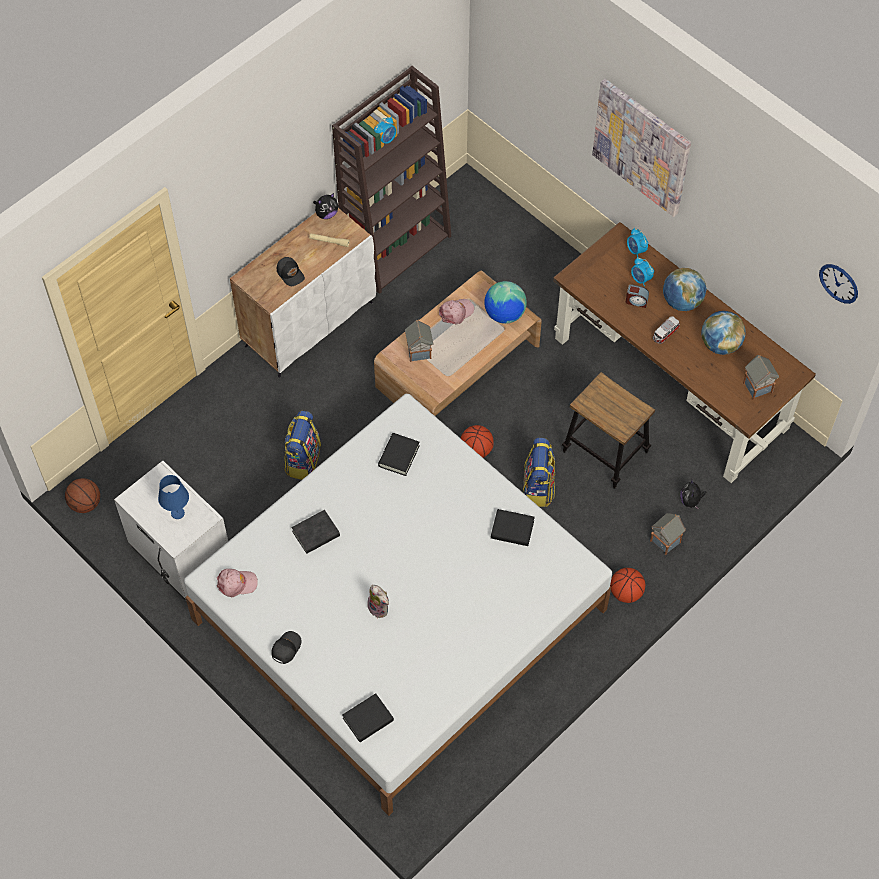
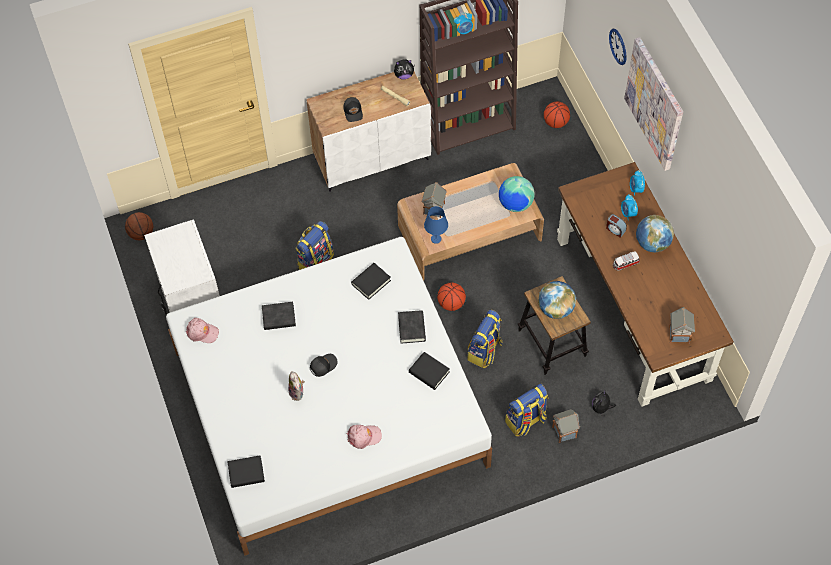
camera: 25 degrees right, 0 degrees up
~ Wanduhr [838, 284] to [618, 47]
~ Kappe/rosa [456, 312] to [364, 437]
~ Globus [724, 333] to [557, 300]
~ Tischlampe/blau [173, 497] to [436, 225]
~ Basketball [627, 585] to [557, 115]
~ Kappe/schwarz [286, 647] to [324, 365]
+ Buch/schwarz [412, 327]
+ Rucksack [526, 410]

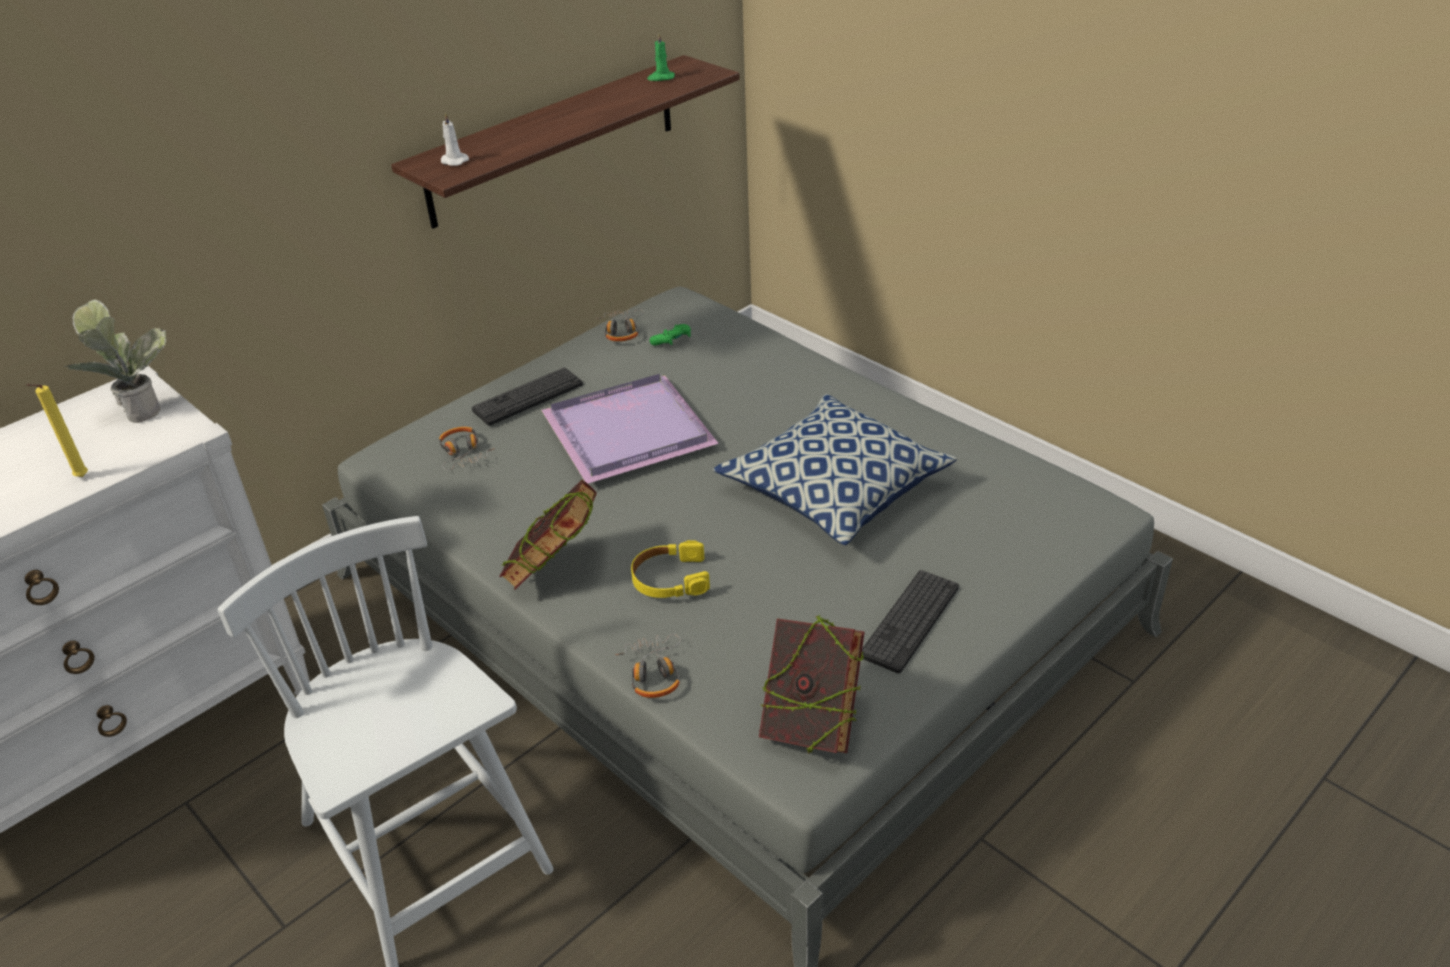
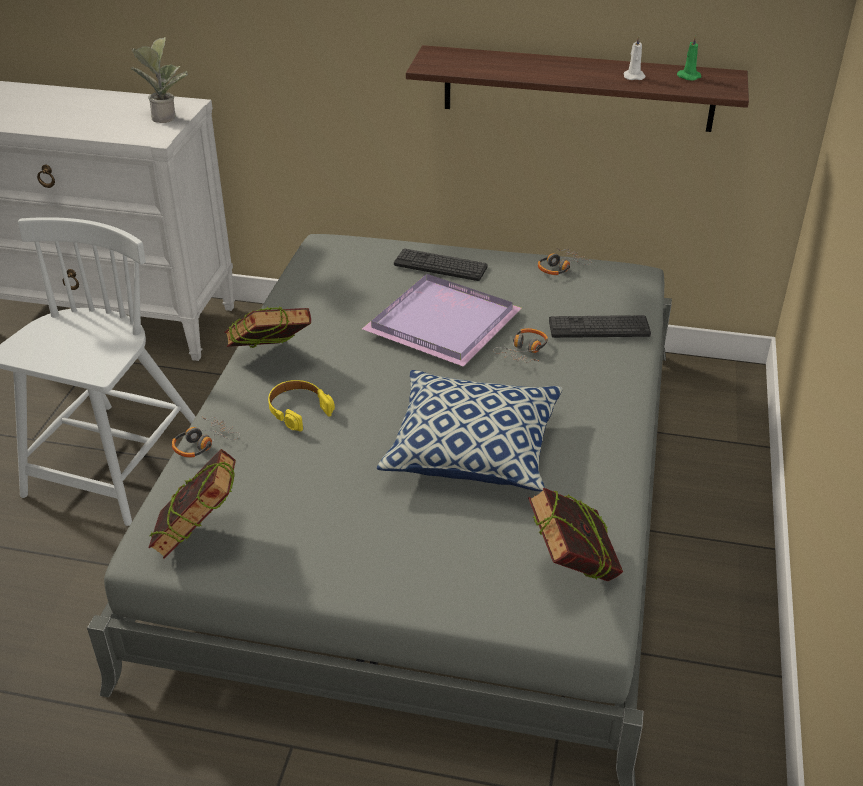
camera: 55 degrees right, 0 degrees up
~ Kerze/weiß [455, 139] to [634, 57]
- Gamepad/grün [670, 335]
- Kerze/gelb [57, 430]
~ Kopfhörer [467, 448] to [520, 345]
~ Tastatur [910, 622] to [600, 326]
+ Buch [575, 534]

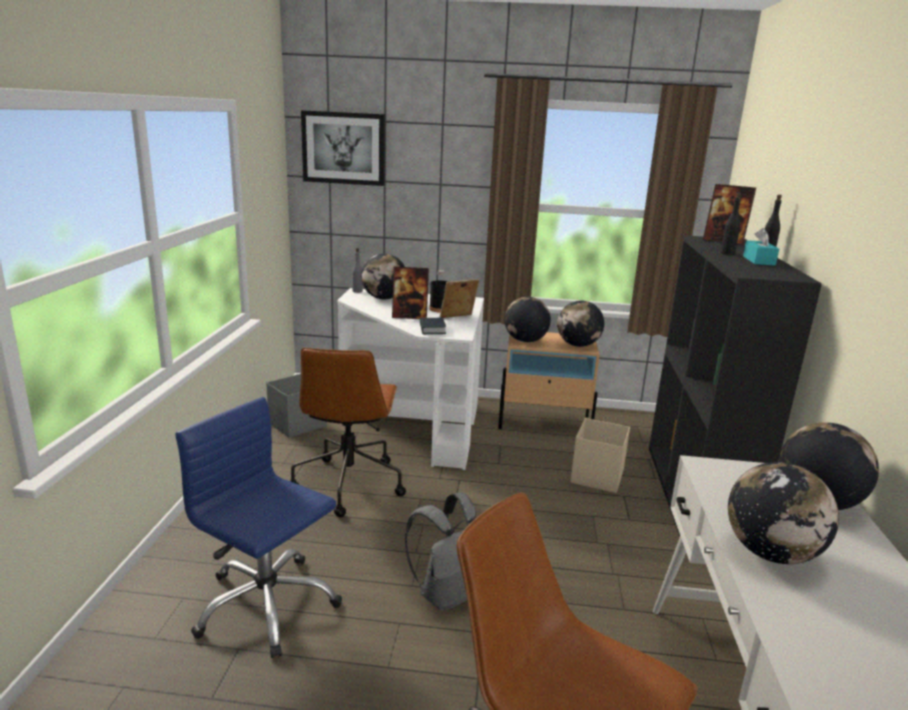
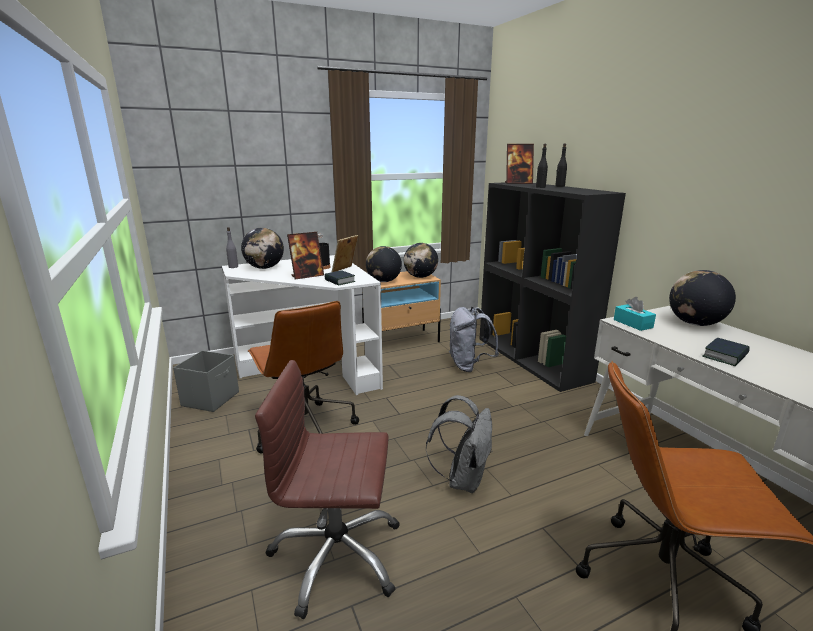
camera: 30 degrees left, 0 degrees up
- Bild [343, 148]
~ Taschentuchbox/türkis [761, 247] to [635, 314]
~ Bürostuhl/blau [259, 527] to Bürostuhl/braun [327, 489]
~ Aufbewahrungsbox/beige [600, 455] to Rucksack/grau [474, 339]
~ Globus [783, 513] to Buch [726, 352]

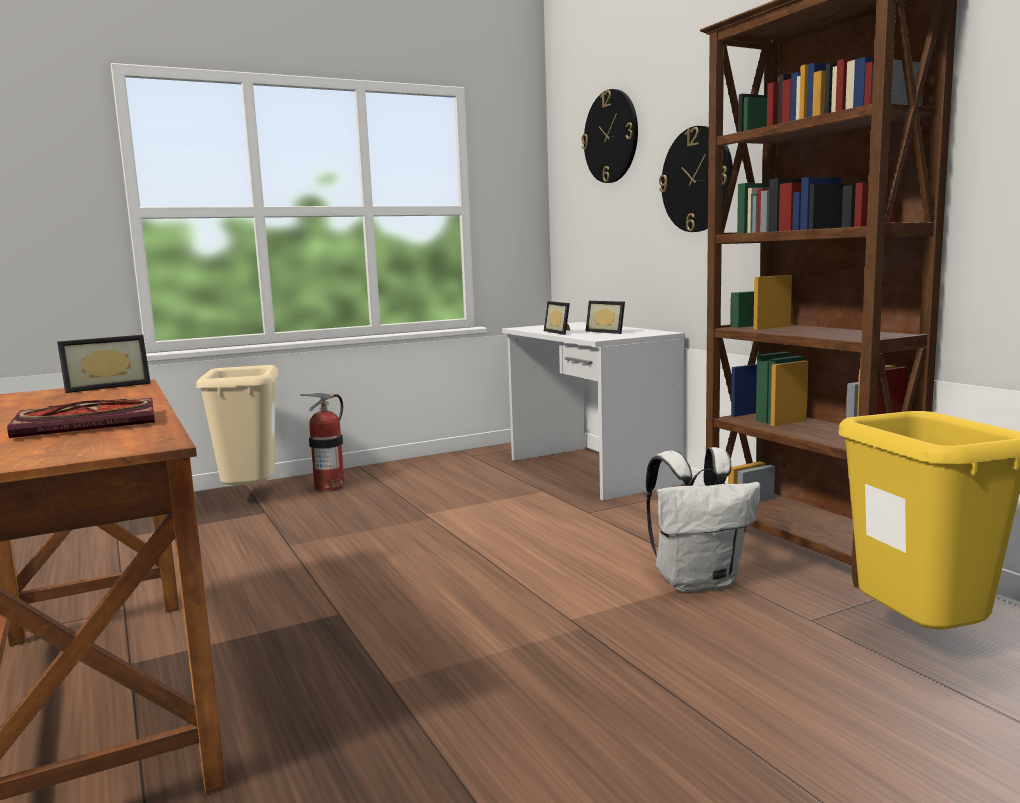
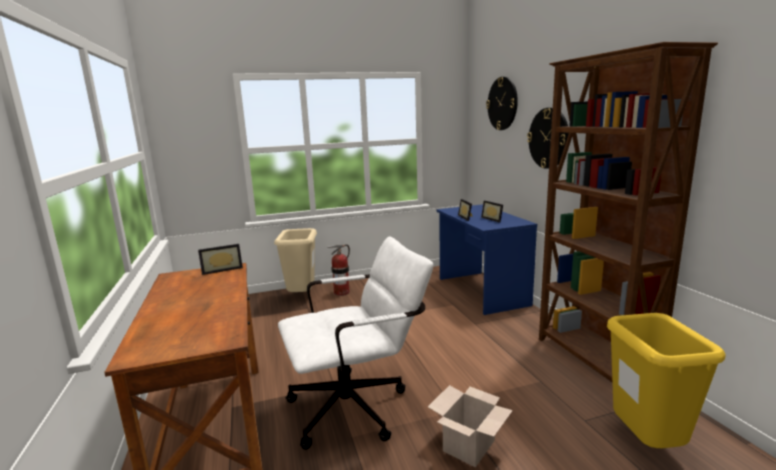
camera: 10 degrees right, 5 degrees up
~ Schreibtisch/weiß [593, 411] to Schreibtisch/blau [487, 259]
- Buch [81, 418]
- Rucksack/weiß [703, 519]
+ Bürostuhl/weiß [355, 343]
+ Karton [470, 426]

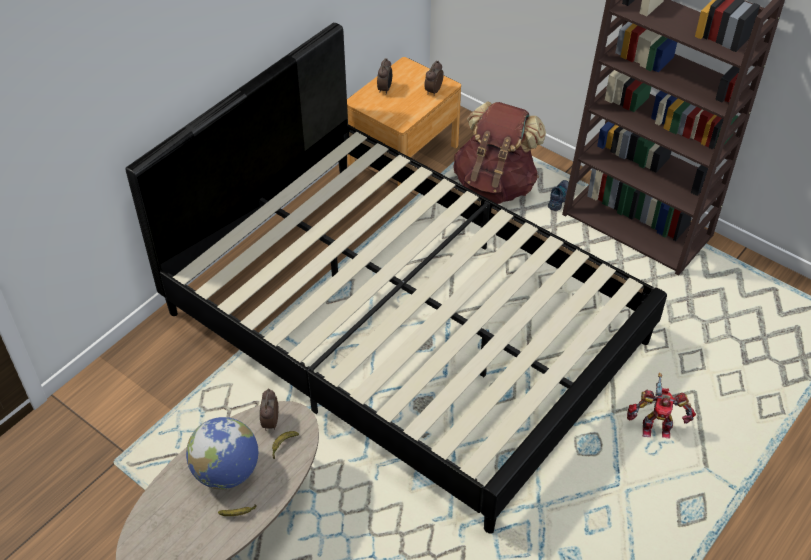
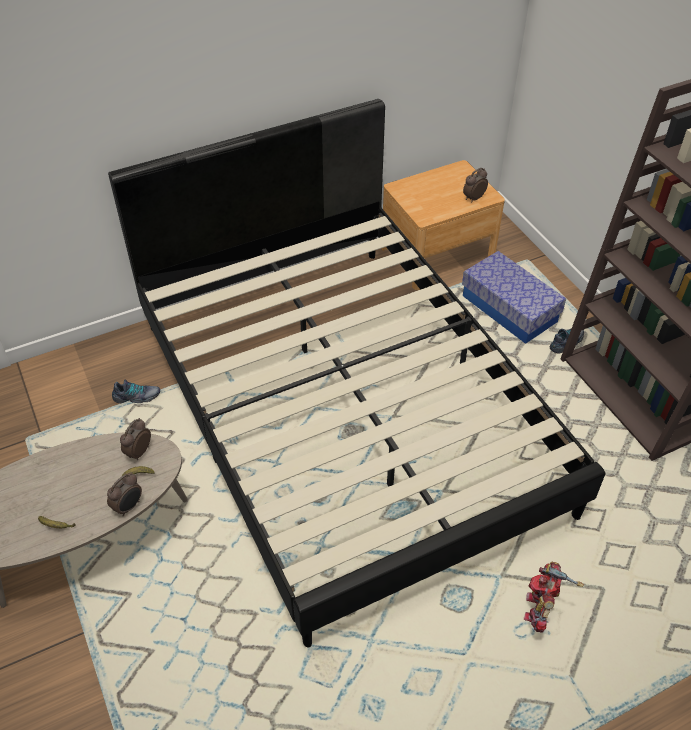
camera: 25 degrees right, 0 degrees up
~ Wecker [384, 76] to [124, 495]
~ Rucksack/braun [499, 152] to Aufbewahrungsbox [514, 297]
~ Spielzeugroboter [661, 406] = [554, 597] 75 degrees clockwise
- Globus [222, 453]
+ Schuh [136, 391]

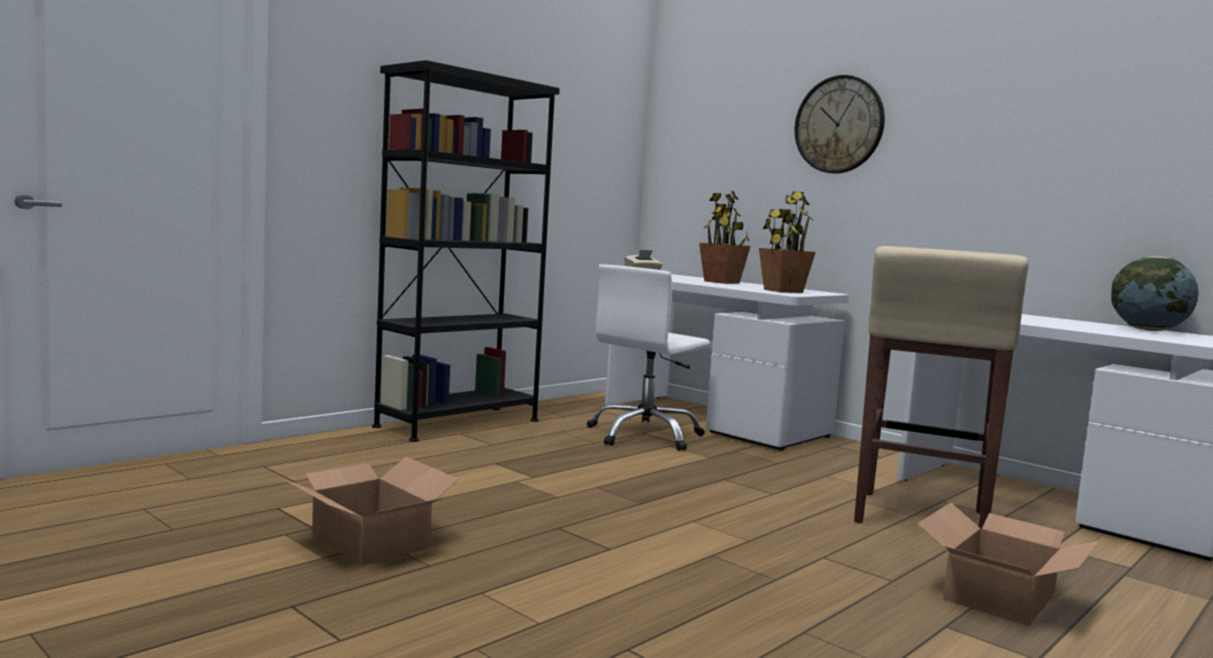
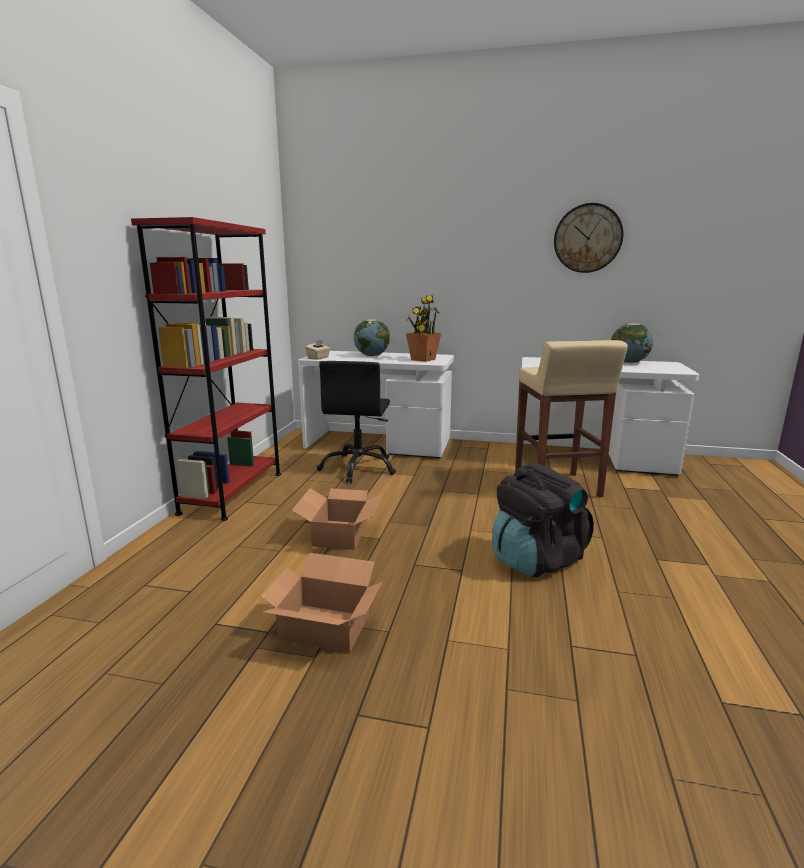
camera: 30 degrees left, 10 degrees up
~ Bücherregal/schwarz [466, 251] to Bücherregal/rot [206, 369]
~ Wanduhr [840, 124] to [588, 238]
~ Topfpflanze [725, 237] to Globus [372, 337]
~ Bürostuhl/weiß [648, 358] to Bürostuhl/schwarz [356, 422]
~ Karton [1008, 564] to [338, 519]
+ Rucksack/schwarz [543, 520]

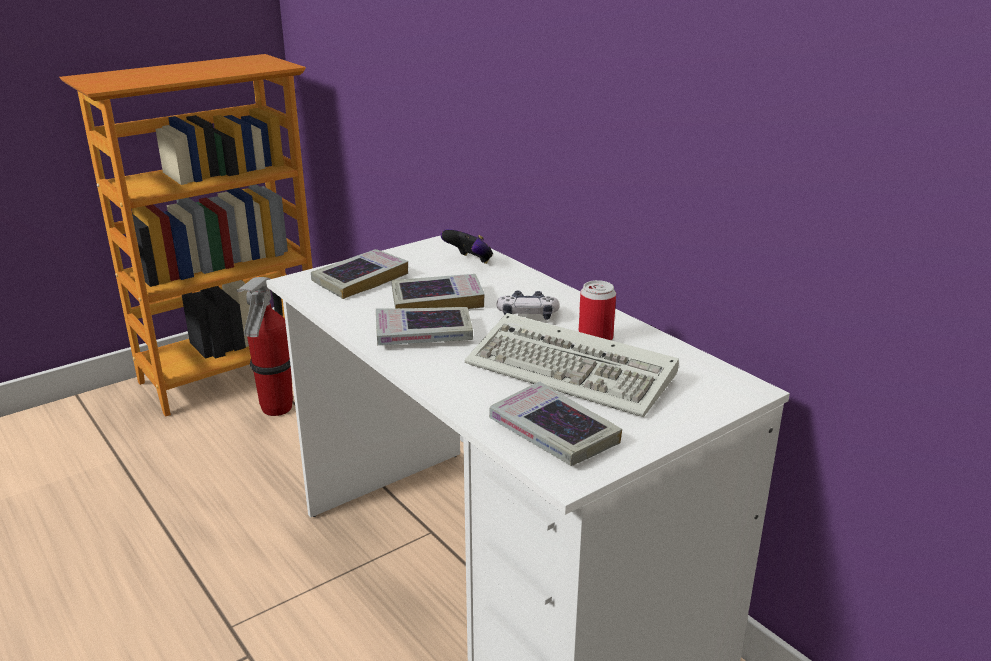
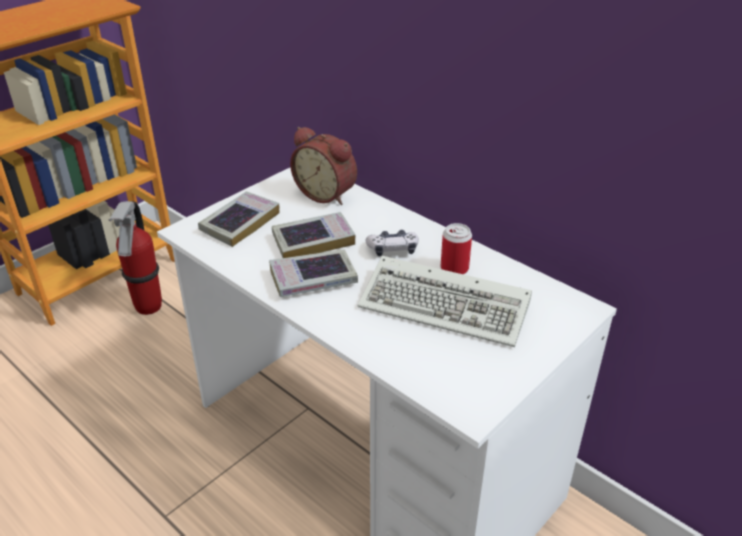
camera: 10 degrees left, 10 degrees up
~ Gamepad [466, 246] to Wecker [323, 166]
- Buch [555, 424]

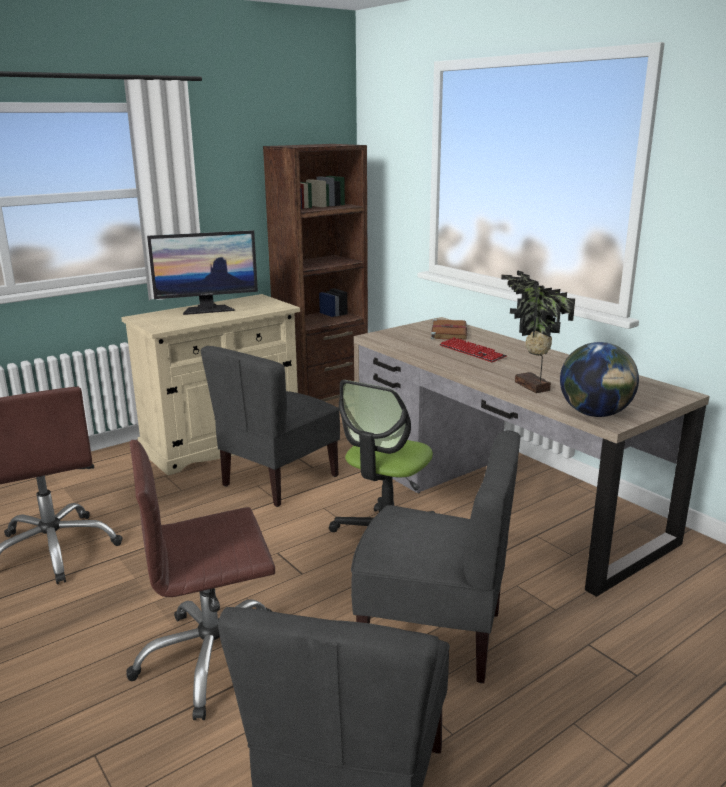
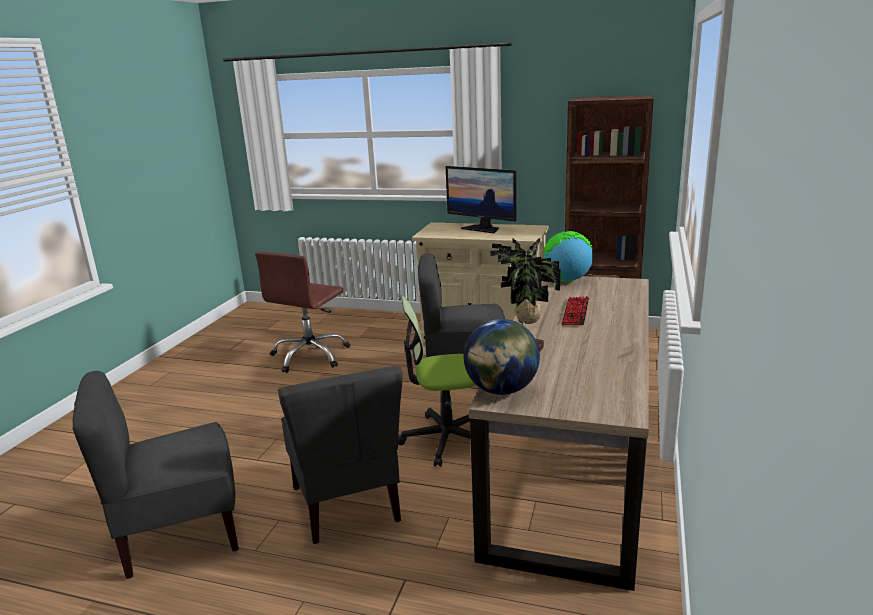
camera: 55 degrees right, 0 degrees up
- Buch/braun [449, 329]
- Bürostuhl/braun [200, 580]
+ Globus [568, 256]

